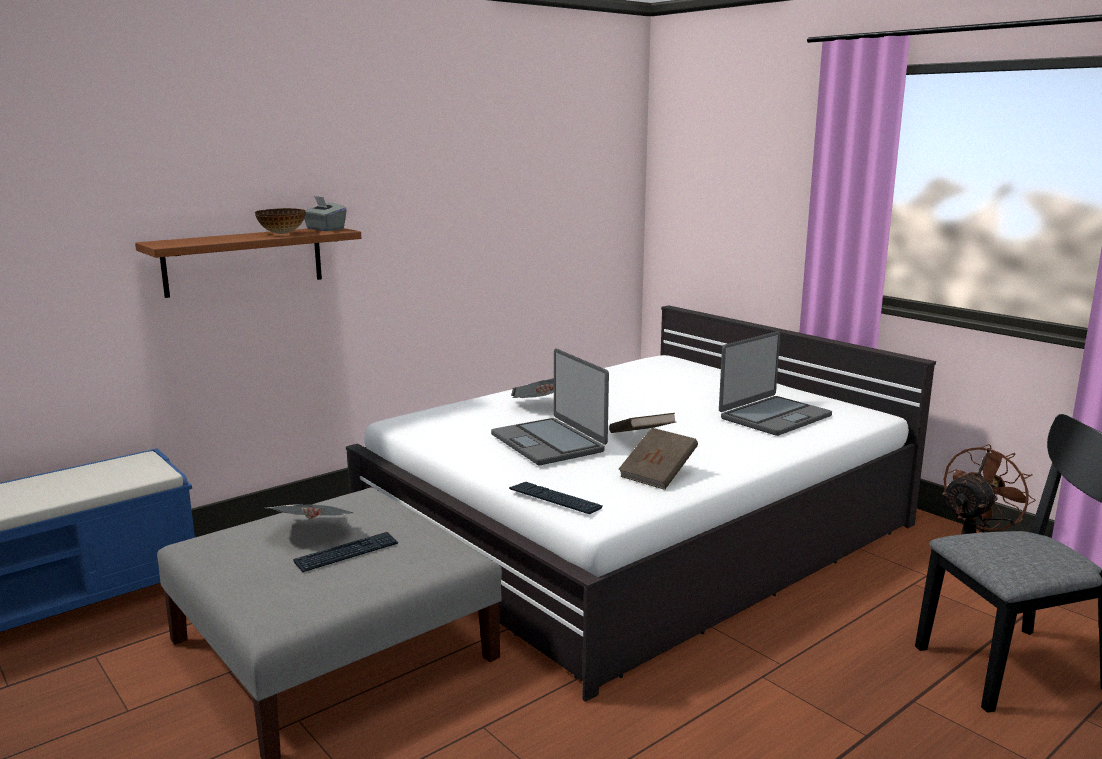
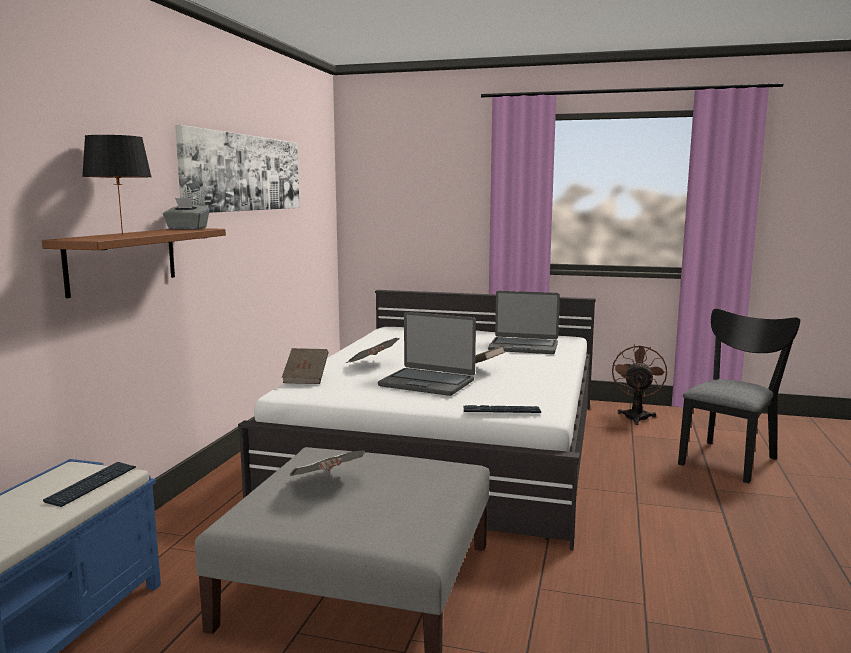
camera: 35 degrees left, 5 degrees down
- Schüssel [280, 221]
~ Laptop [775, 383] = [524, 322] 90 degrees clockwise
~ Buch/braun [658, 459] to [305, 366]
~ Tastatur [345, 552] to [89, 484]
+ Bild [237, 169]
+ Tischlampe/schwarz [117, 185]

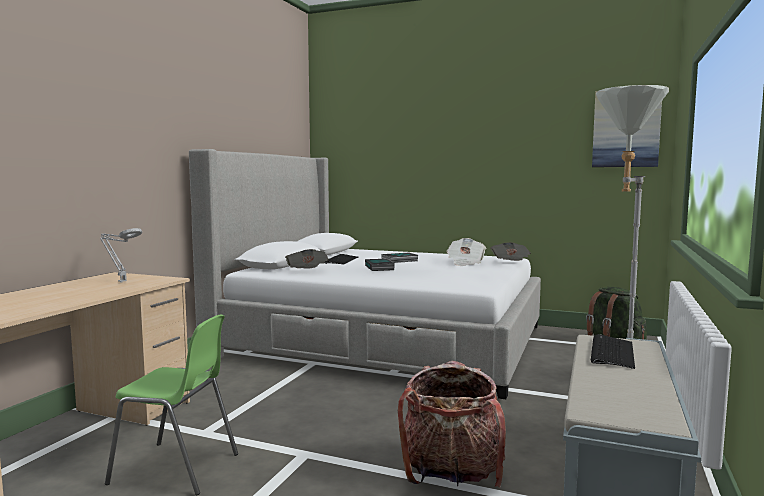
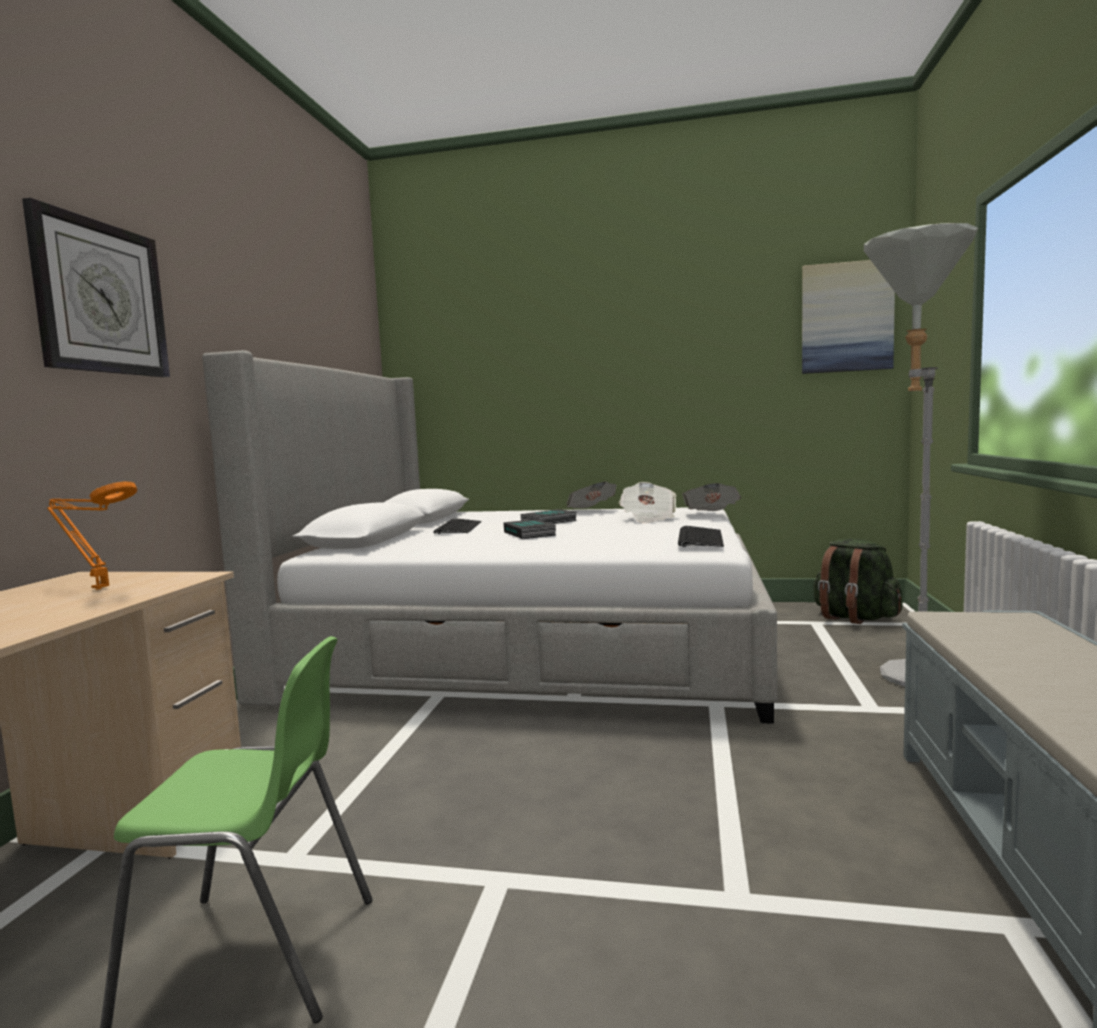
camera: 10 degrees left, 0 degrees up
~ Tischlampe/grau [121, 255] to Tischlampe/orange [92, 536]
~ Zeitung [307, 259] to [591, 495]
~ Tastatur [613, 351] to [701, 536]
- Rucksack [452, 424]
+ Wanduhr [96, 287]

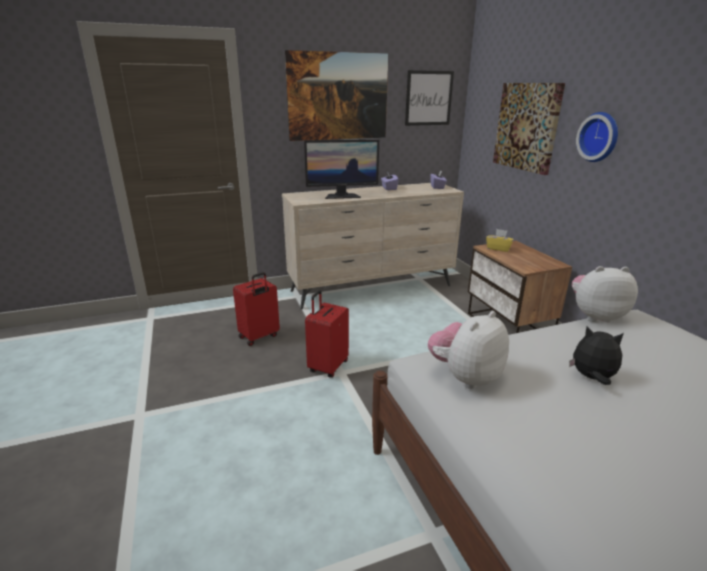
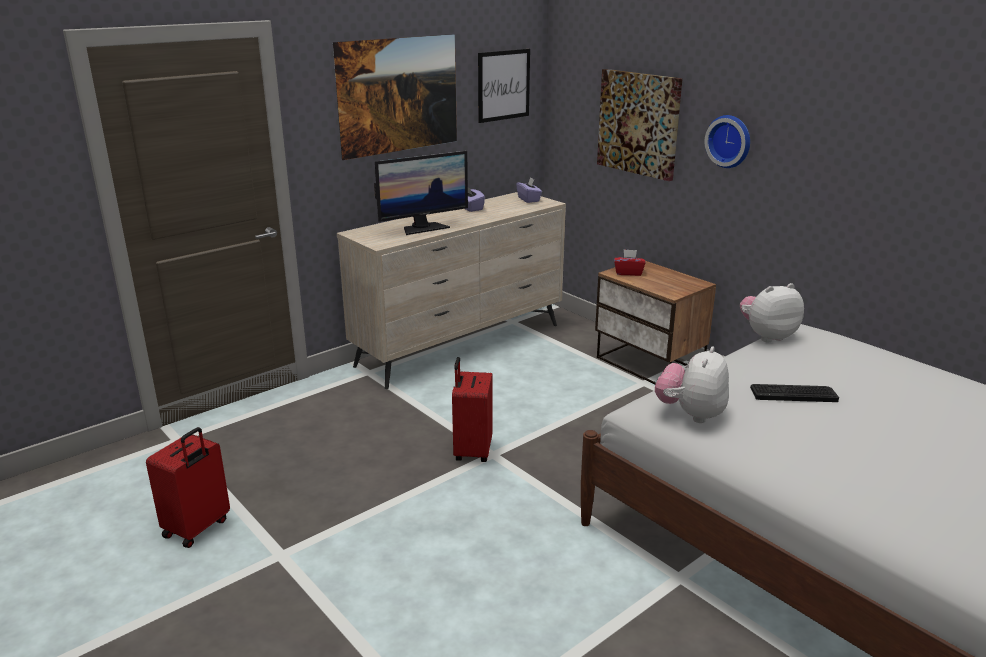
camera: 20 degrees left, 0 degrees up
~ Taschentuchbox/gelb [500, 240] to Taschentuchbox/rot [630, 262]
~ Koffer/rot [256, 309] to [188, 487]
~ Plüschtier [596, 356] to Tastatur [794, 393]

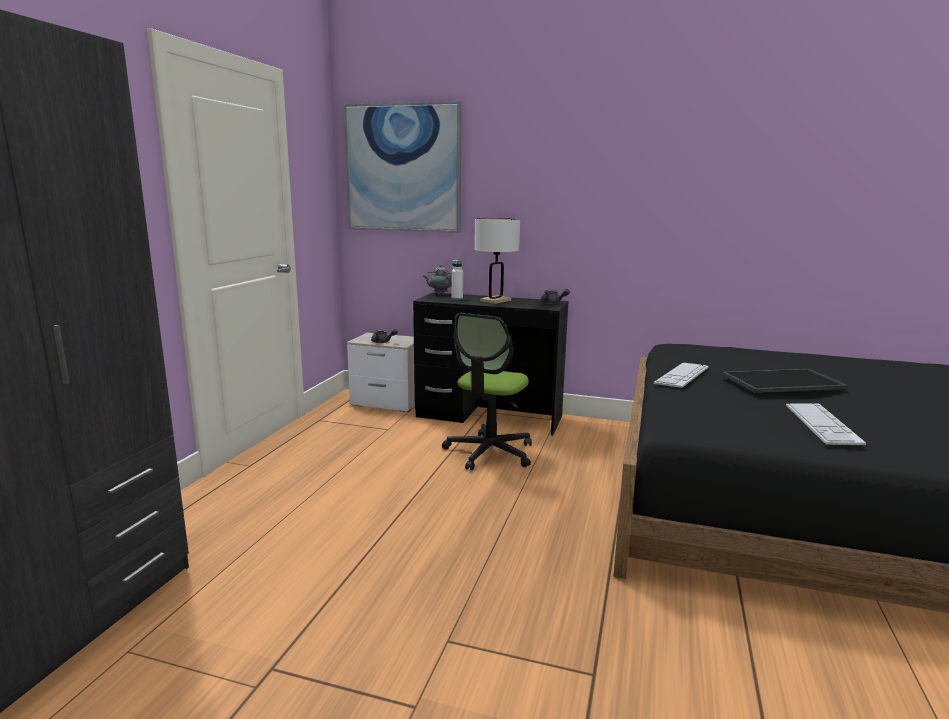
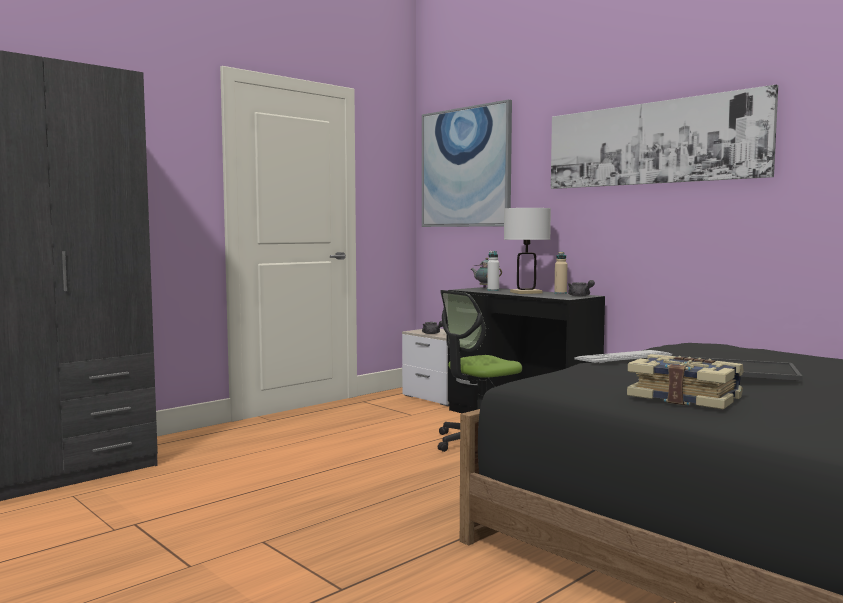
camera: 30 degrees right, 10 degrees down
~ Tastatur [826, 424] to Buch [685, 382]
+ Bild [664, 137]
+ Flasche/beige [560, 273]

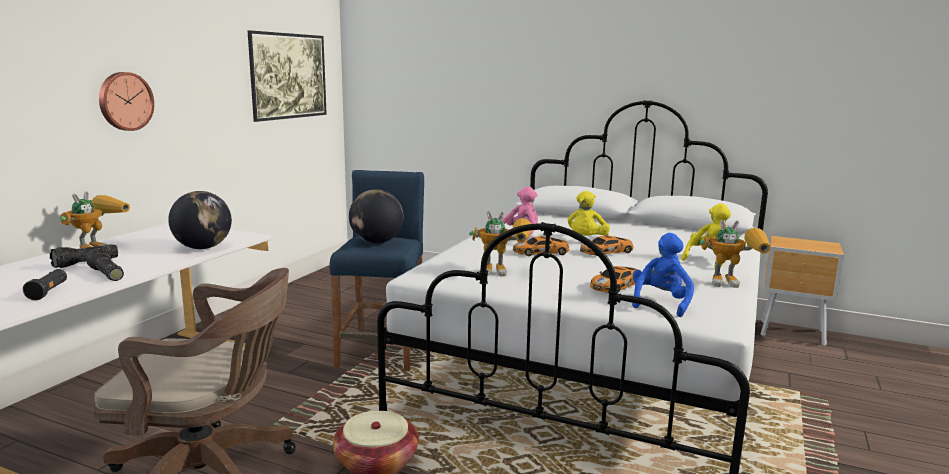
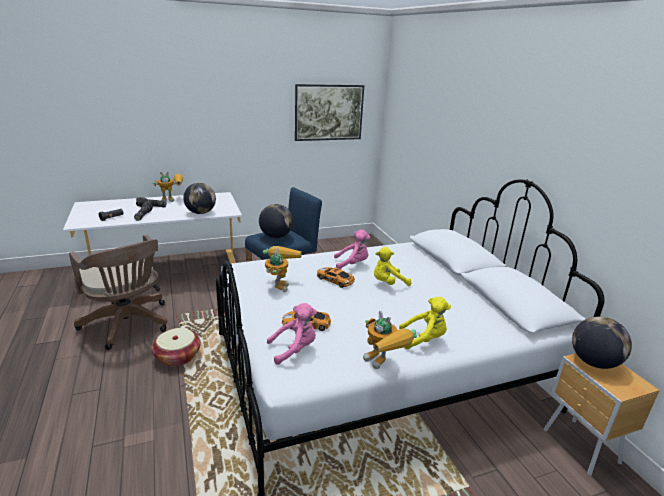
camera: 45 degrees right, 10 degrees up
- Wanduhr [126, 101]
~ Spielzeugroboter [500, 243] = [282, 269] 135 degrees counterclockwise
~ Plüschtier/blau [663, 275] to Plüschtier/rosa [292, 334]
- Spielzeugauto [607, 246]
+ Globus [602, 342]

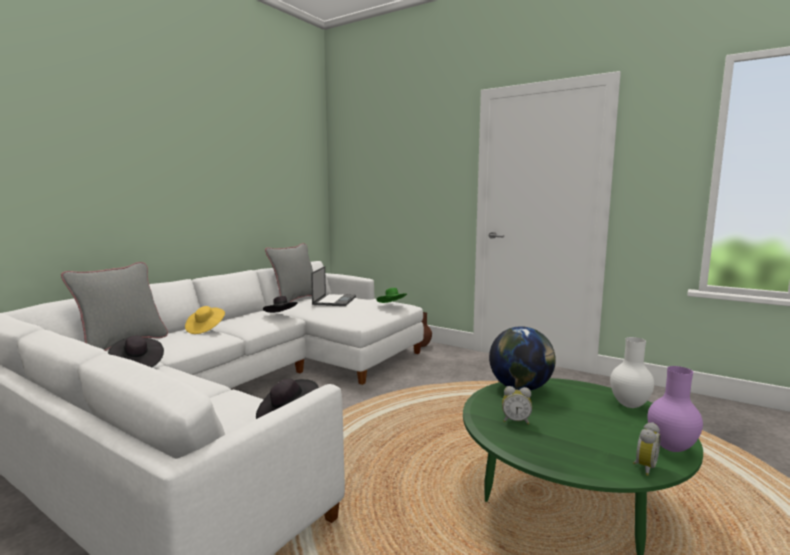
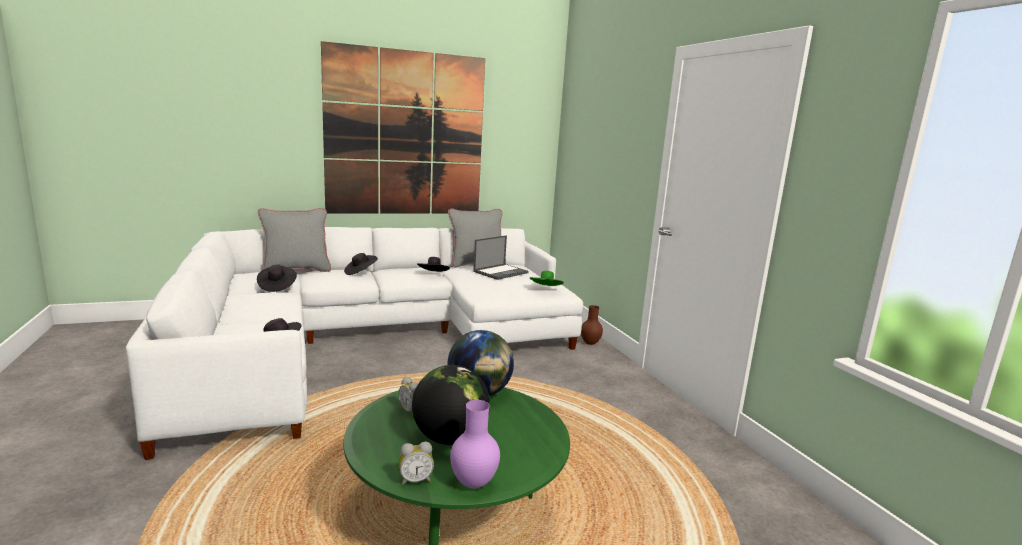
camera: 35 degrees right, 5 degrees up
~ Hut/gelb [205, 320] to Hut/schwarz [361, 264]
- Vase/weiß [632, 372]
+ Bild [403, 127]
+ Globus [451, 405]

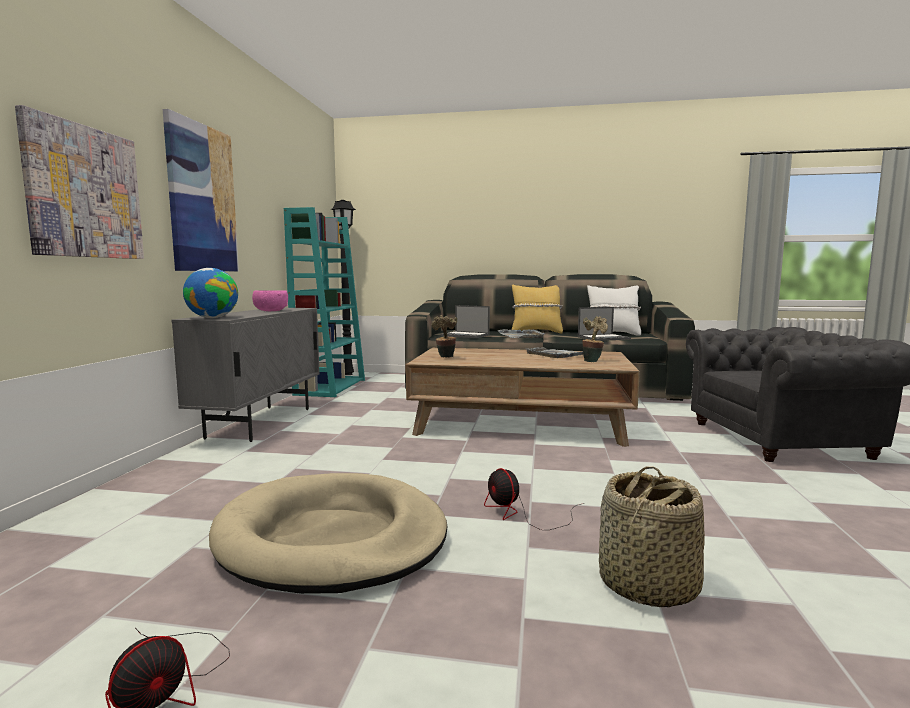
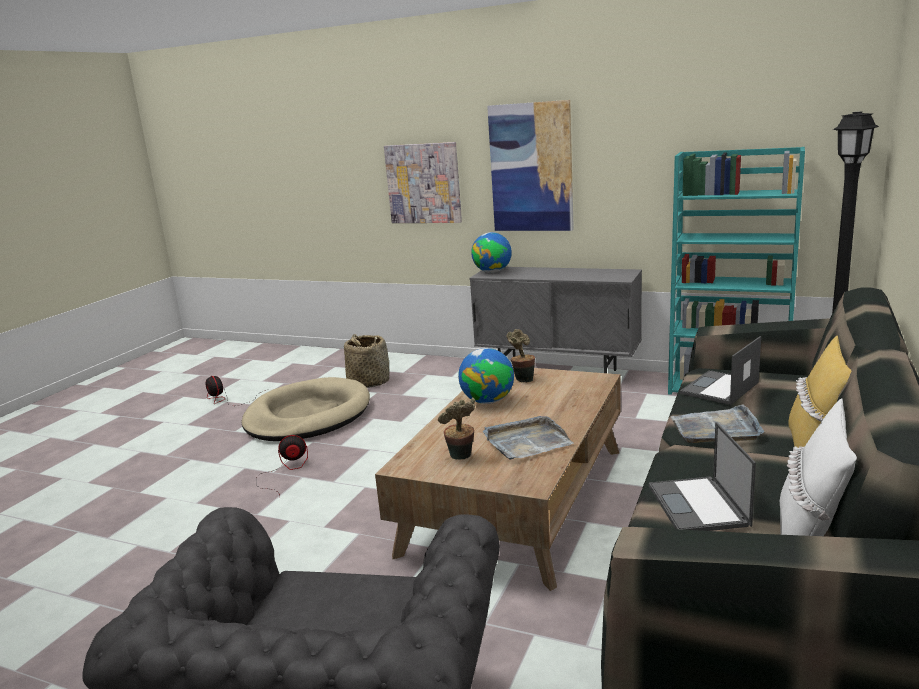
camera: 105 degrees right, 10 degrees up
- Schüssel/rosa [270, 300]
~ Korb [652, 536] to [366, 361]
+ Globus [486, 376]

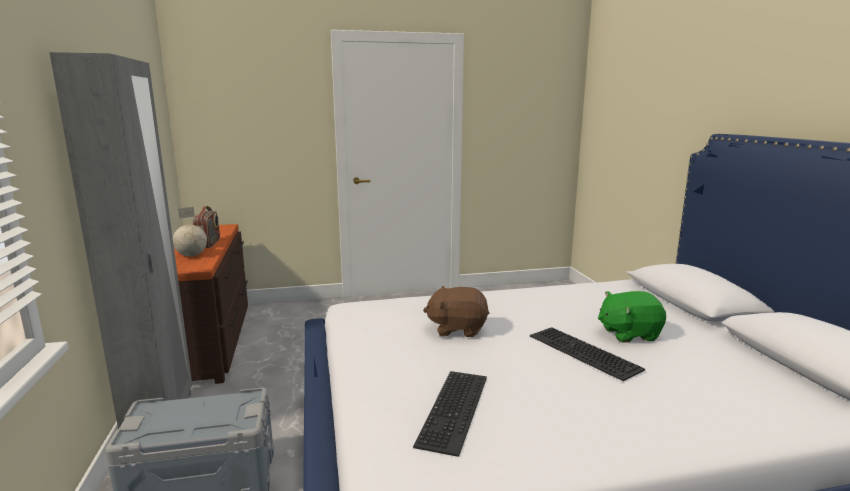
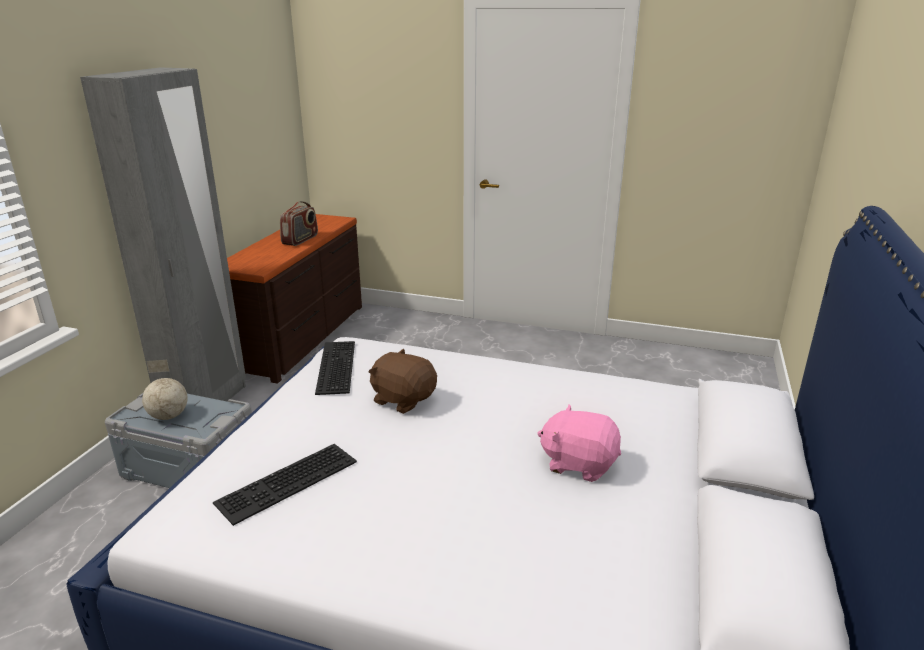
camera: 30 degrees right, 10 degrees up
~ Globus [190, 231] to [165, 390]
~ Plüschtier/grün [632, 317] to Plüschtier/rosa [579, 443]
~ Tastatur [587, 354] to [335, 368]

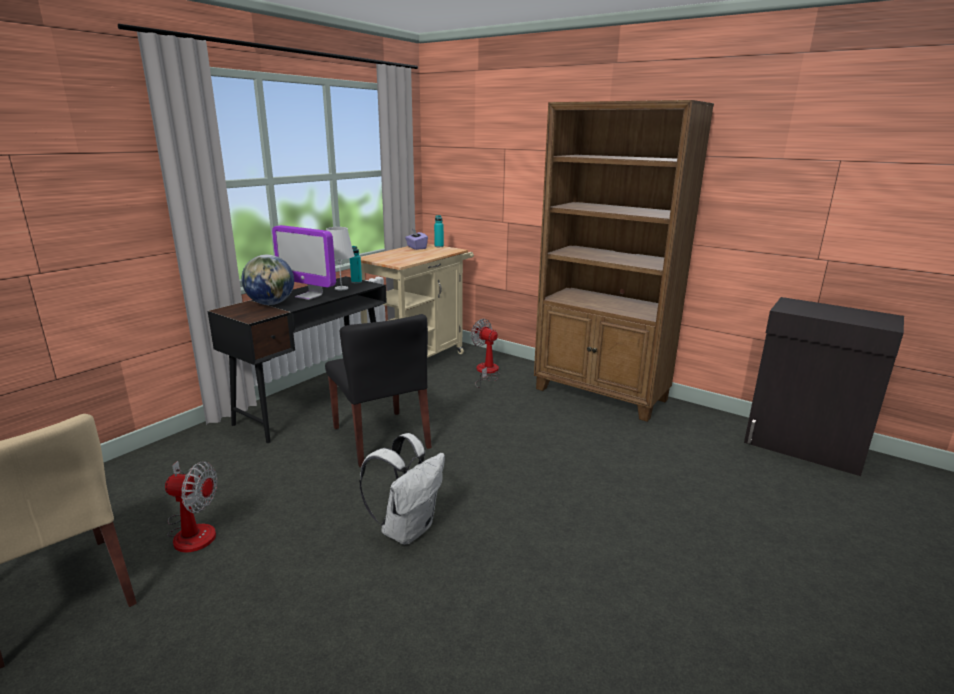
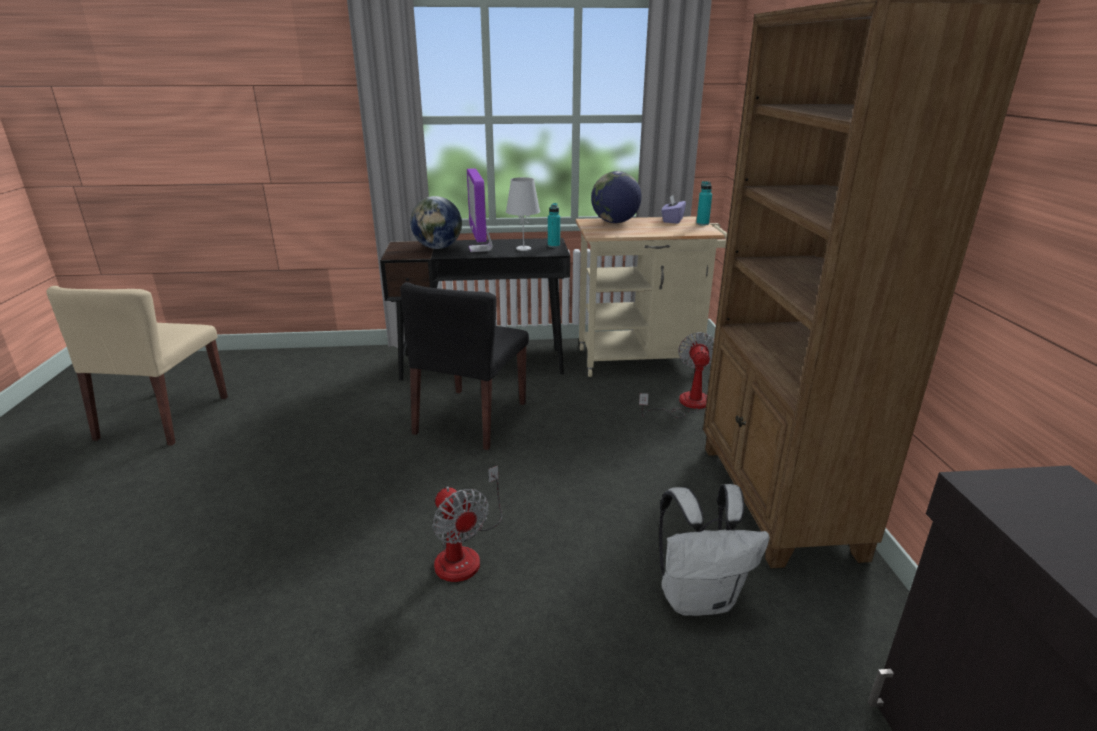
camera: 50 degrees right, 5 degrees up
~ Rucksack/weiß [402, 489] to [714, 550]
~ Ventilator [191, 506] to [467, 524]
+ Globus [616, 197]

